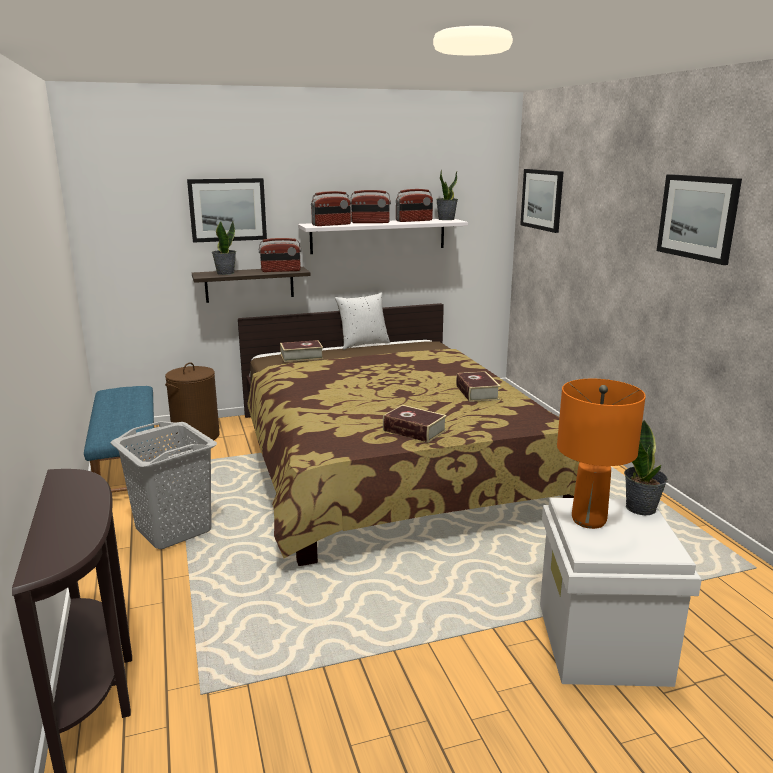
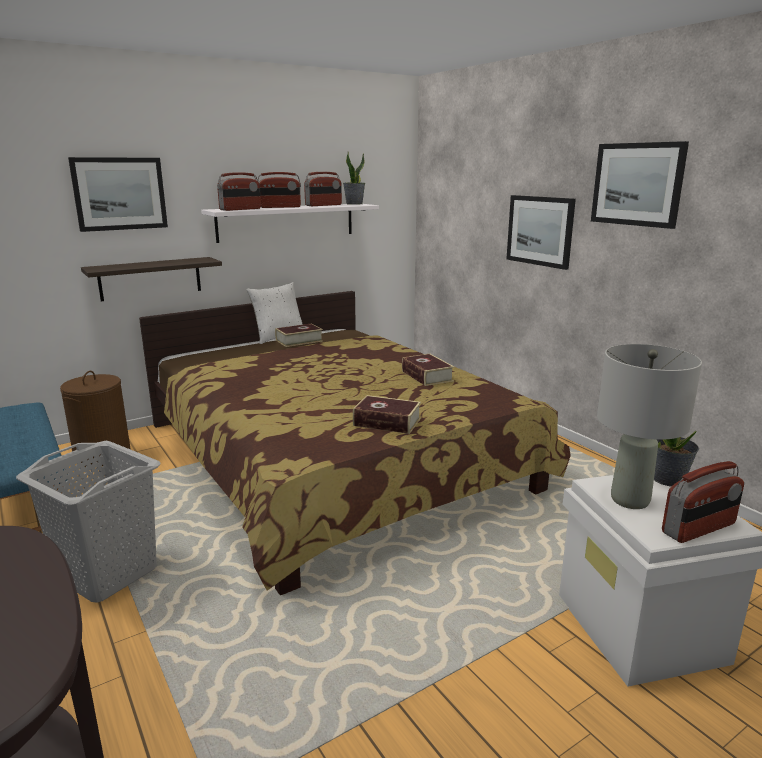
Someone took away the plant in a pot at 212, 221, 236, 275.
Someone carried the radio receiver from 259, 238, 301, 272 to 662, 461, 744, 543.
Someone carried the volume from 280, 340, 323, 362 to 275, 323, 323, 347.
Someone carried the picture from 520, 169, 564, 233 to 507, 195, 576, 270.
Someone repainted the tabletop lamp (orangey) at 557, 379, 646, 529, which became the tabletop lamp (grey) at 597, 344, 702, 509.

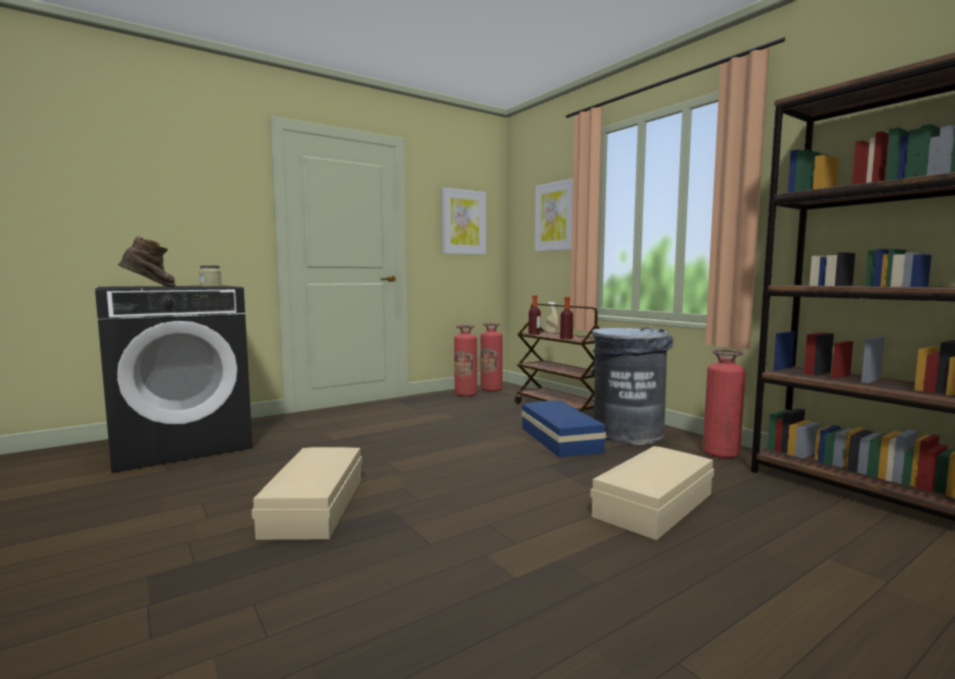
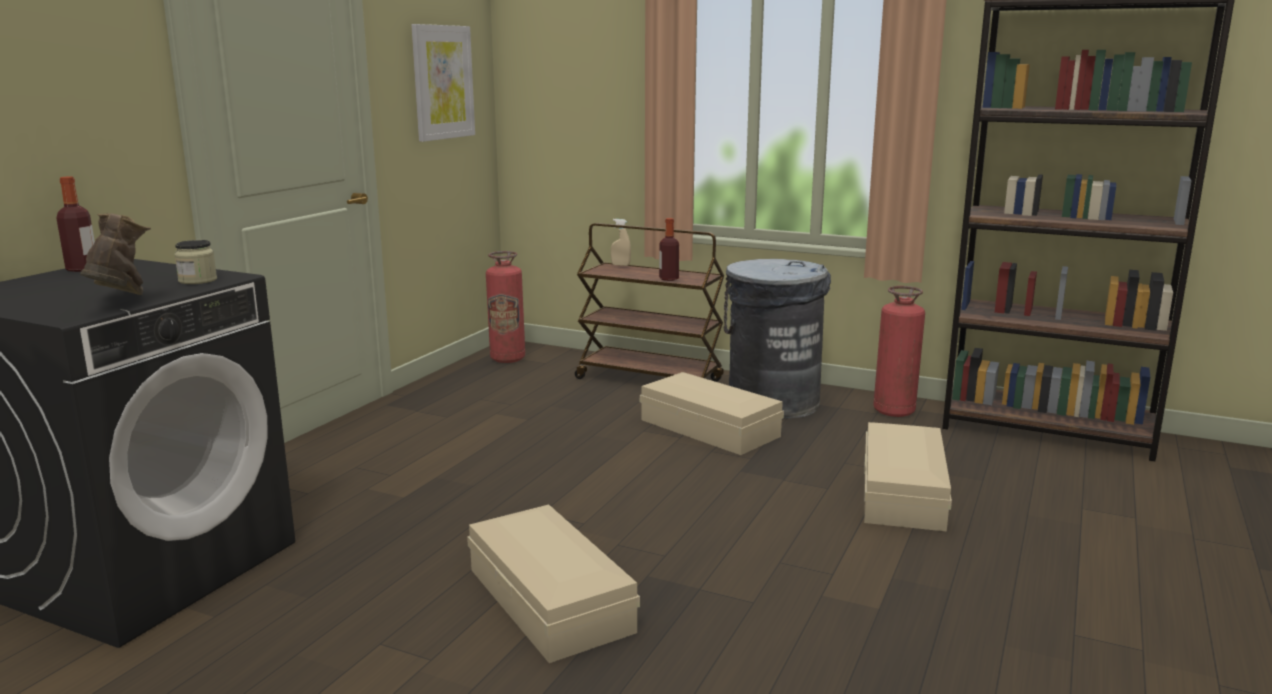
Someone took away the fire extinguisher at 454, 325, 477, 397.
Someone took away the picture at 535, 178, 573, 252.
Someone carried the beverage bottle from 529, 295, 541, 335 to 56, 176, 95, 272.
Someone repainted the storage bin (bluish) at 521, 400, 607, 458, which became the storage bin (beige-coloured) at 640, 372, 784, 455.

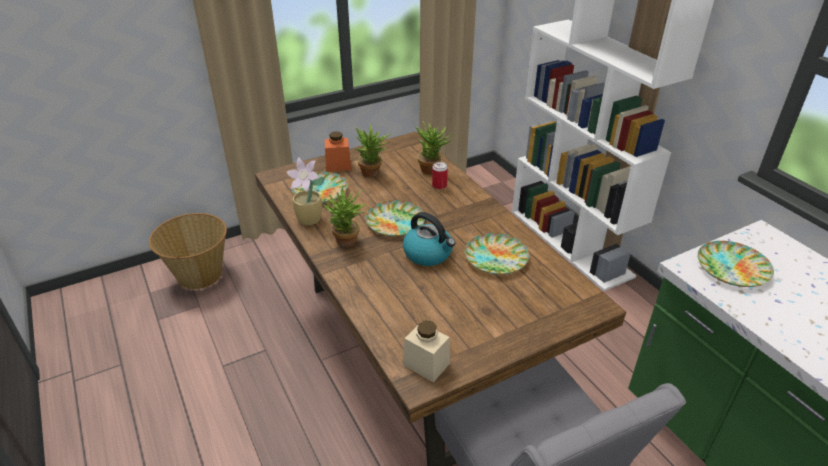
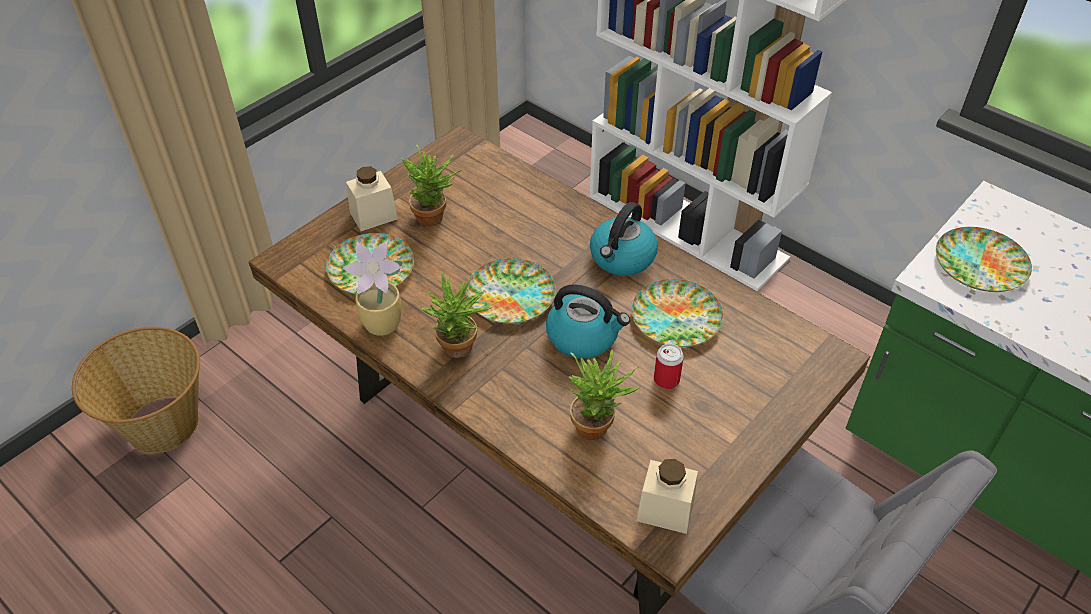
Someone put down the tea kettle at 590, 202, 658, 276.
Someone carried the plant in a pot from 416, 121, 455, 174 to 569, 350, 639, 440.
Someone carried the sealed can from 432, 162, 448, 189 to 654, 344, 684, 389.
Someone repainted the jar (orangey) at 325, 131, 351, 172, which became the jar (beige-coloured) at 346, 166, 398, 231.

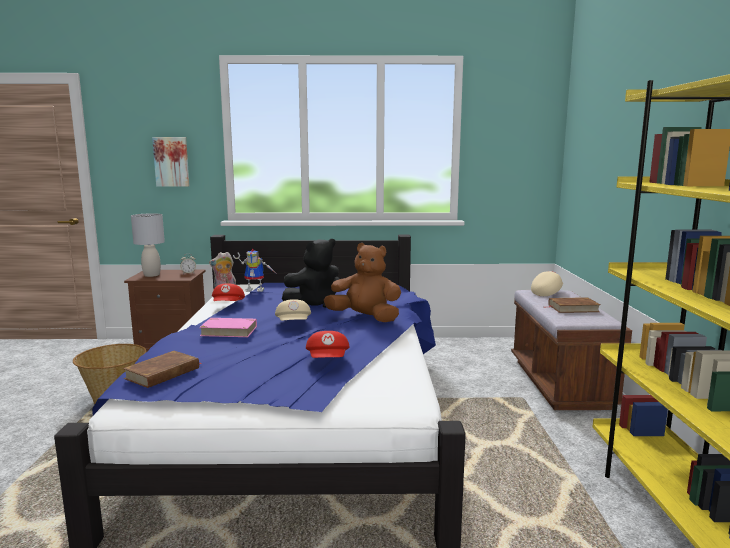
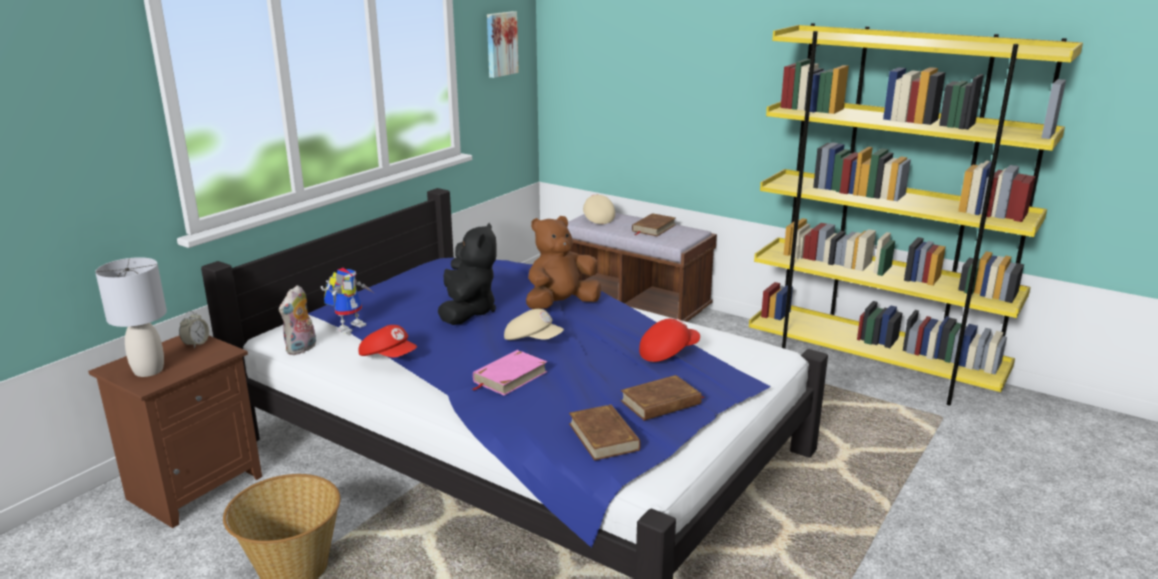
Someone put down the volume (brownish) at 621, 375, 705, 421.
Someone carried the picture from 152, 137, 190, 187 to 487, 11, 519, 78.
Someone rotated the cap (red-coloured) at 306, 331, 350, 358 by 60 degrees counterclockwise.

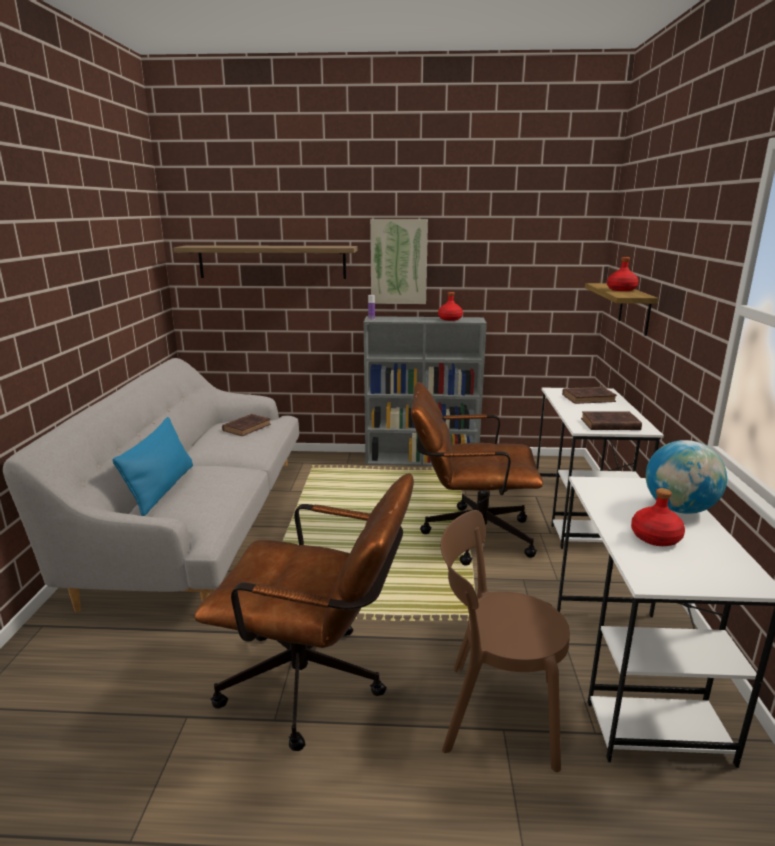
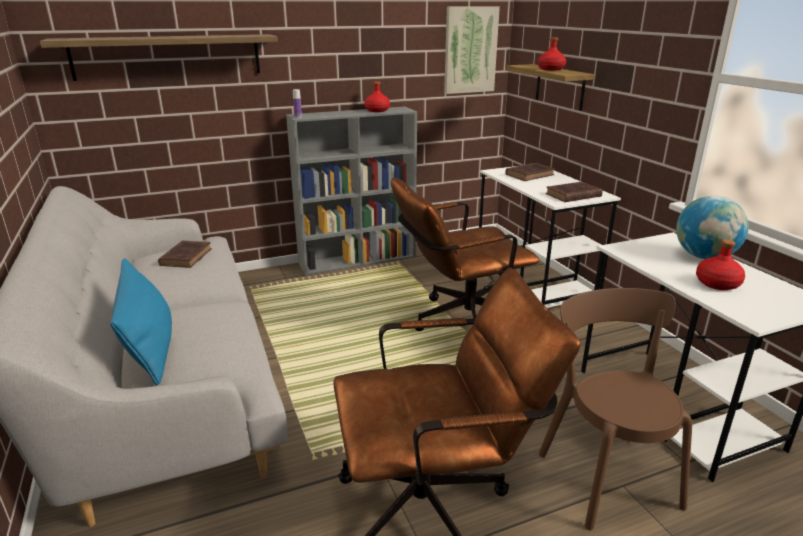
Someone carried the picture from 370, 219, 428, 304 to 444, 6, 500, 94.
Someone rotated the plain chair (brownish) at 441, 510, 570, 772 by 90 degrees clockwise.

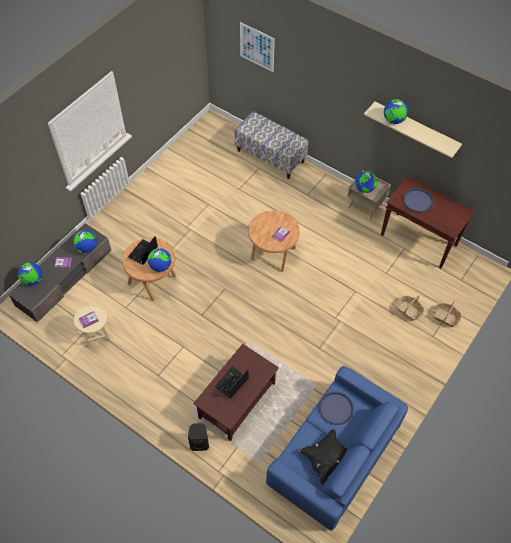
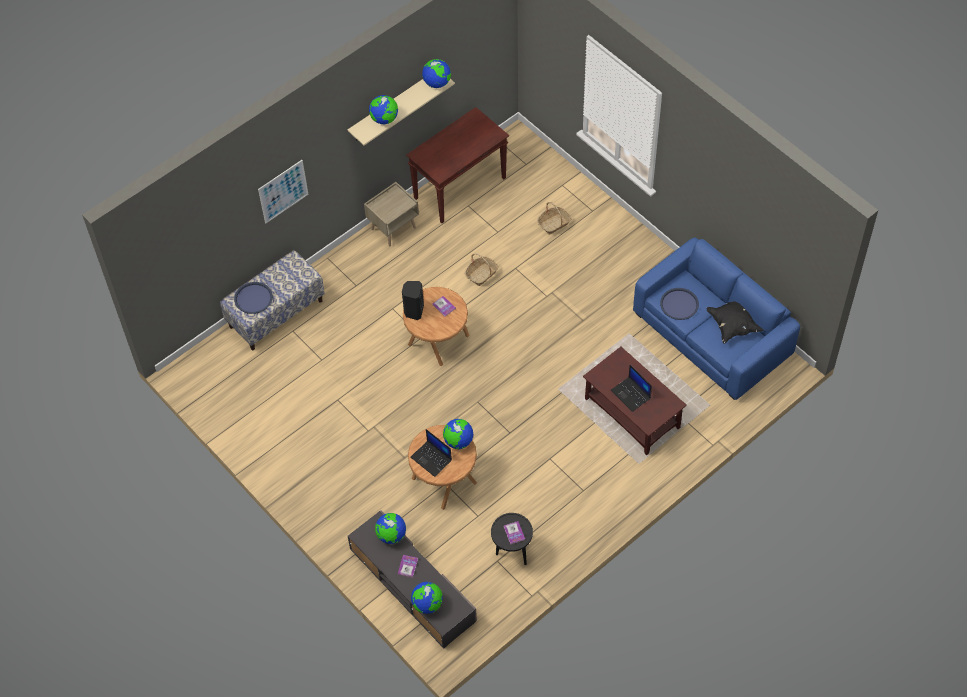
Someone carried the audio speaker (black-coloured) from 188, 423, 209, 451 to 402, 281, 424, 320.
Someone carried the picture from 240, 22, 275, 72 to 258, 160, 309, 223.
Someone carried the desk globe from 355, 171, 377, 193 to 422, 59, 451, 88.
Someone carried the tray (bluish) from 403, 188, 434, 212 to 234, 282, 273, 314.
Someone carried the household basket from 433, 301, 462, 327 to 465, 253, 499, 286.
Someone repainted the side table (beige-coloured) at 74, 304, 110, 347, which became the side table (black-coloured) at 491, 513, 533, 565.

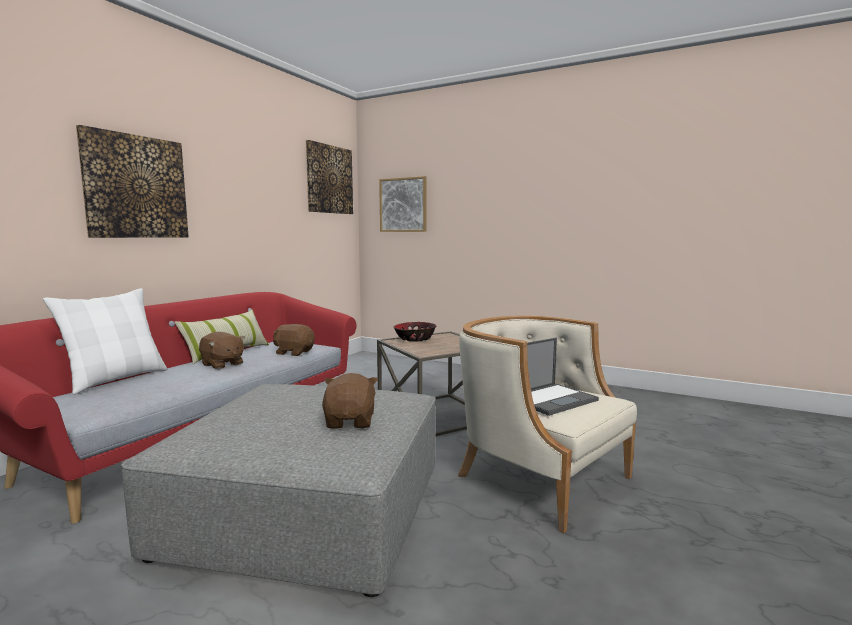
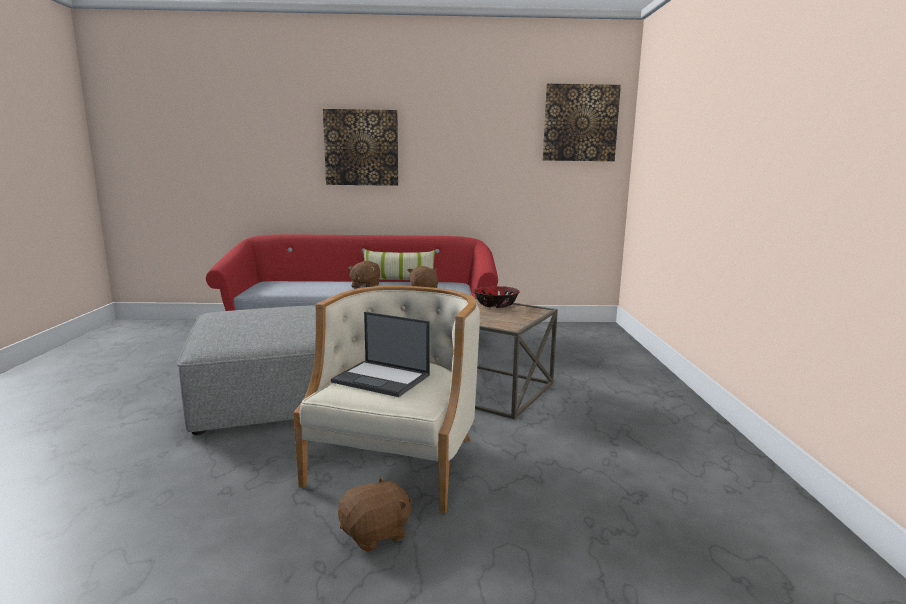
Someone took away the cushion (white-coloured) at 43, 288, 167, 394.
Someone took away the picture at 379, 176, 427, 232.
Someone carried the plush toy (brownish) from 322, 373, 378, 429 to 338, 476, 412, 552.

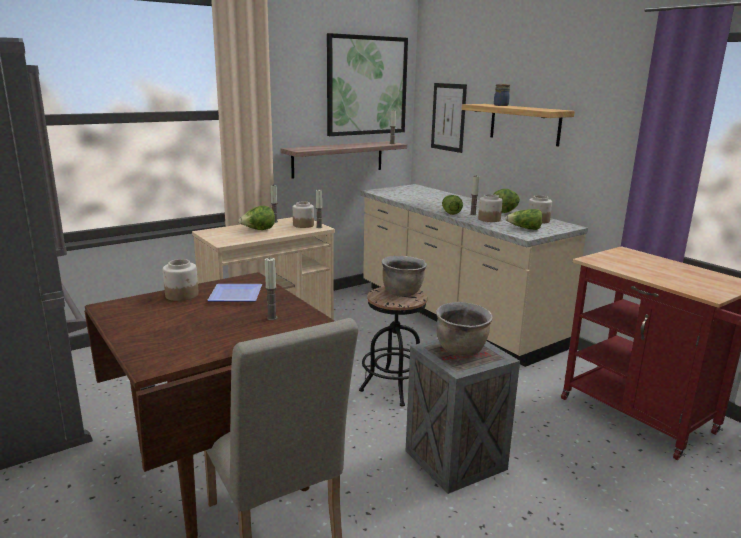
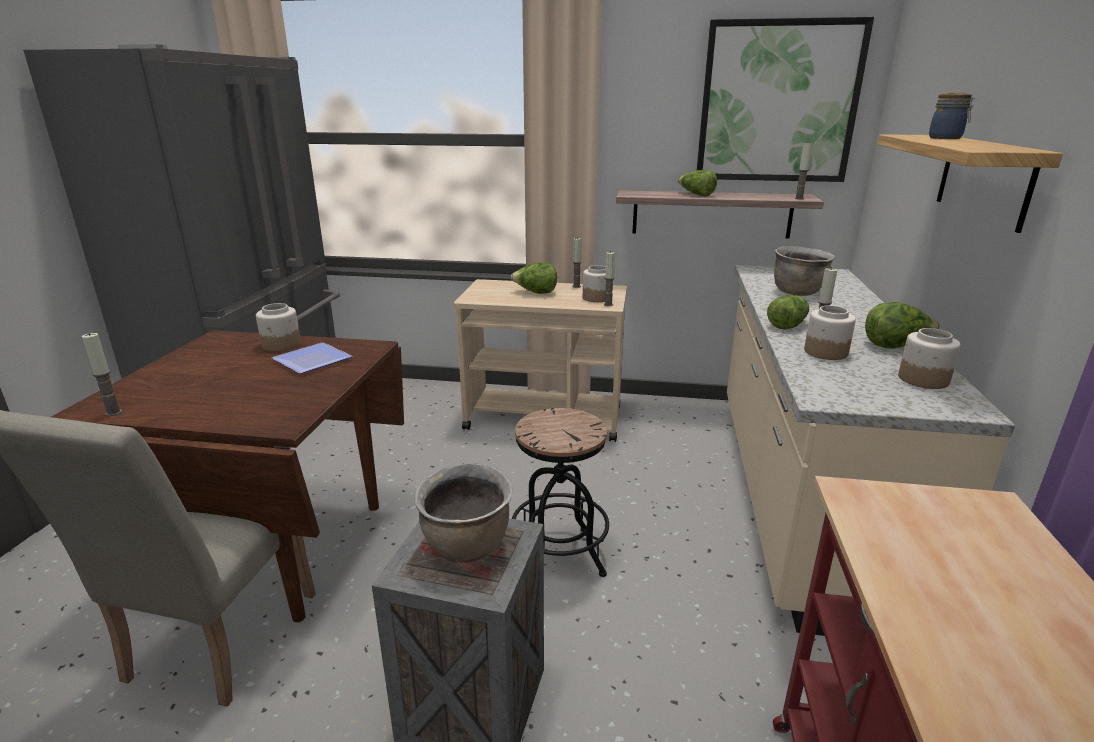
Someone took away the picture at 431, 83, 467, 153.
Someone carried the wax candle from 265, 257, 278, 320 to 81, 333, 122, 416.
Someone carried the stockpot (brownish) from 382, 256, 427, 297 to 774, 246, 835, 296.
Someone carried the head of lettuce from 505, 209, 542, 230 to 678, 170, 717, 196.

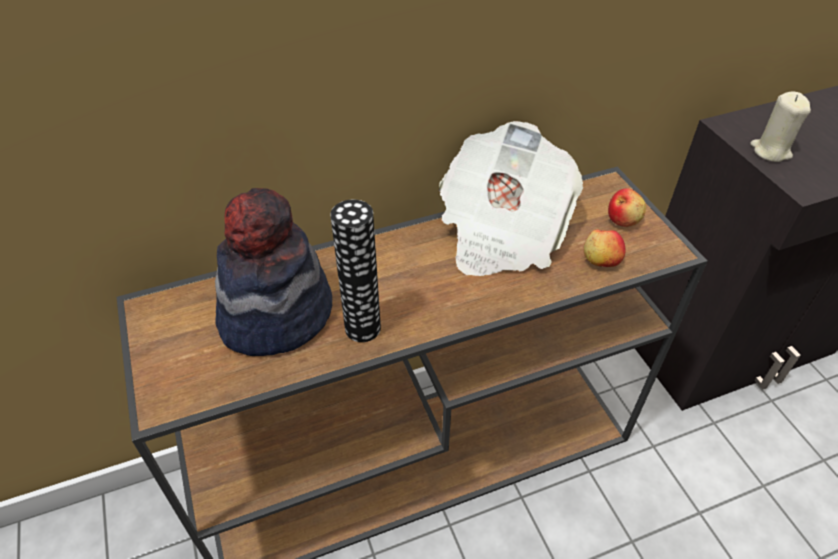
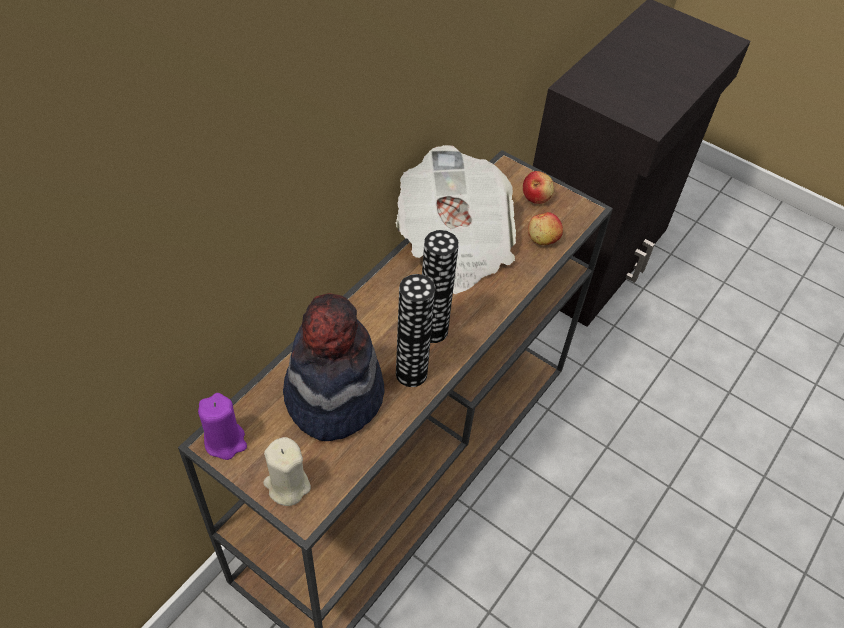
Someone put down the wax candle (purplish) at 198, 393, 247, 460.
Someone put down the vase at 422, 230, 459, 343.
Someone carried the wax candle (beige-coloured) from 750, 91, 811, 162 to 263, 437, 311, 506.

